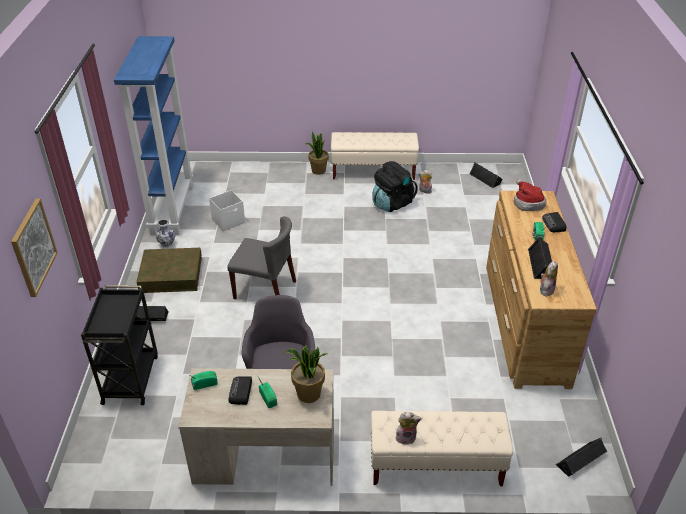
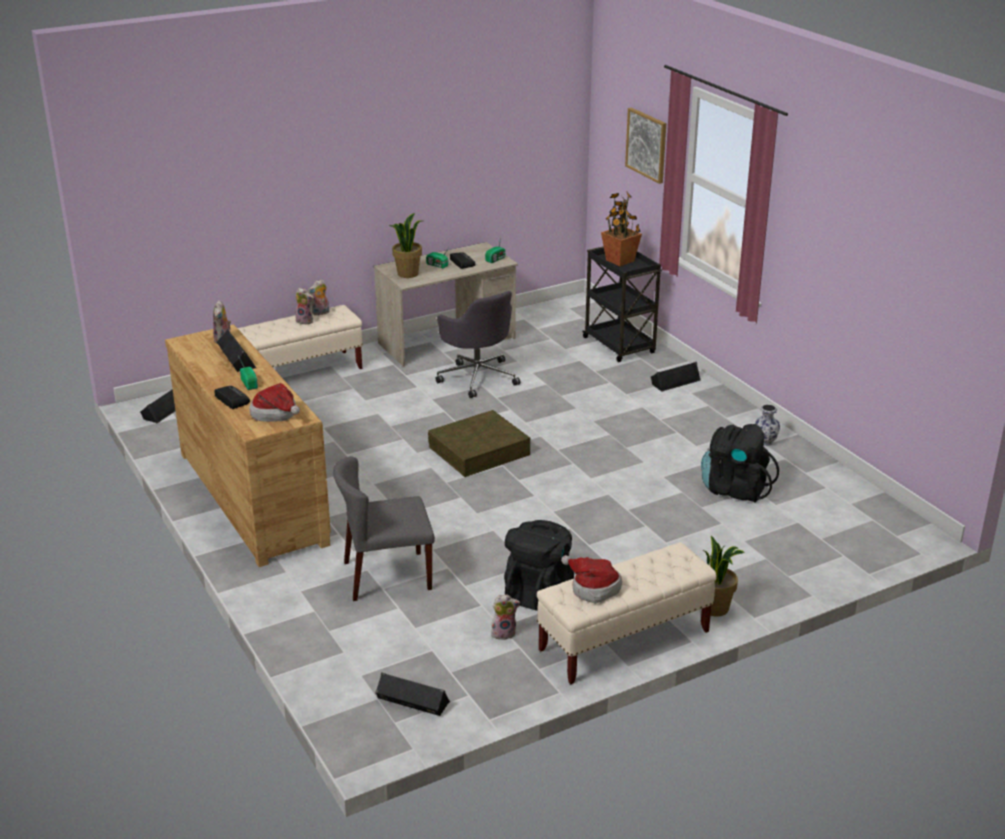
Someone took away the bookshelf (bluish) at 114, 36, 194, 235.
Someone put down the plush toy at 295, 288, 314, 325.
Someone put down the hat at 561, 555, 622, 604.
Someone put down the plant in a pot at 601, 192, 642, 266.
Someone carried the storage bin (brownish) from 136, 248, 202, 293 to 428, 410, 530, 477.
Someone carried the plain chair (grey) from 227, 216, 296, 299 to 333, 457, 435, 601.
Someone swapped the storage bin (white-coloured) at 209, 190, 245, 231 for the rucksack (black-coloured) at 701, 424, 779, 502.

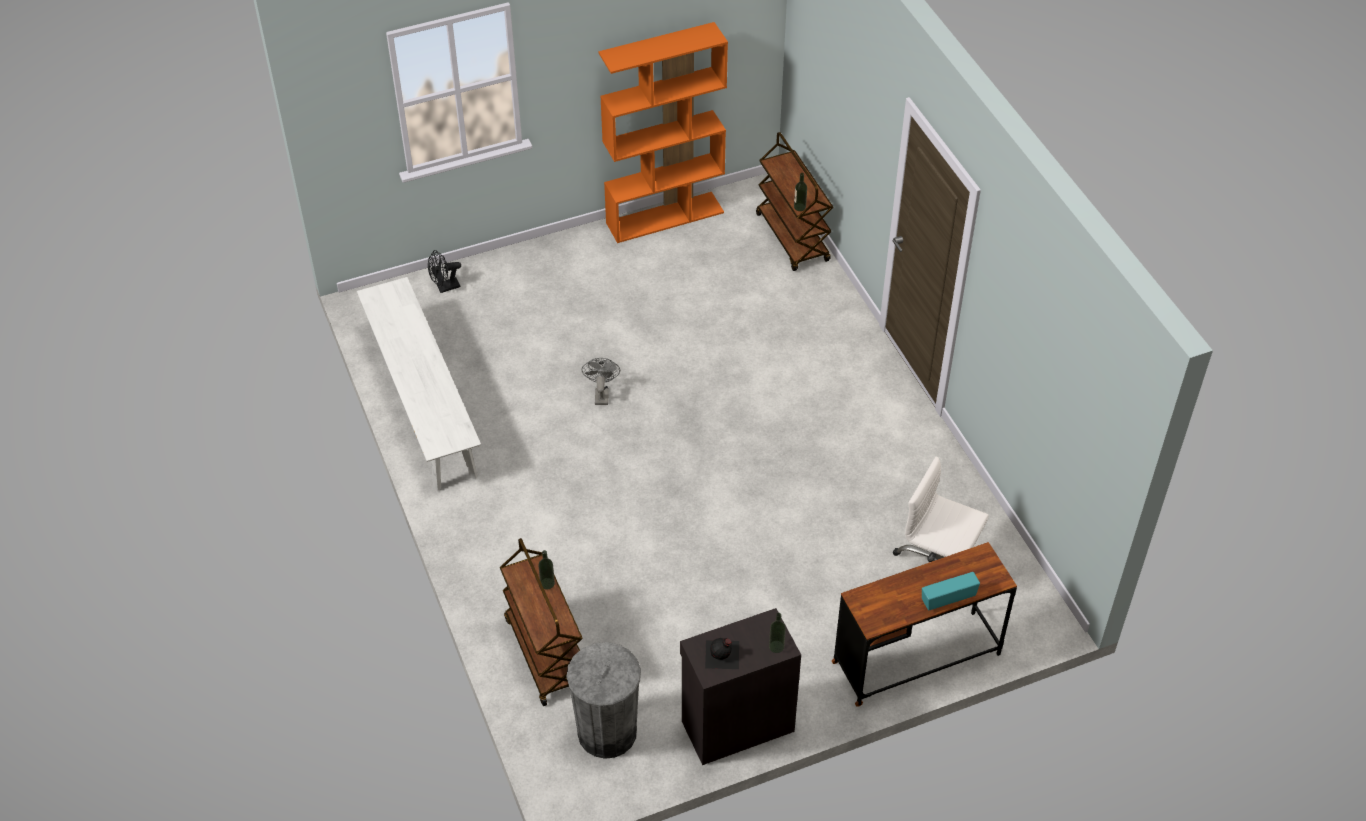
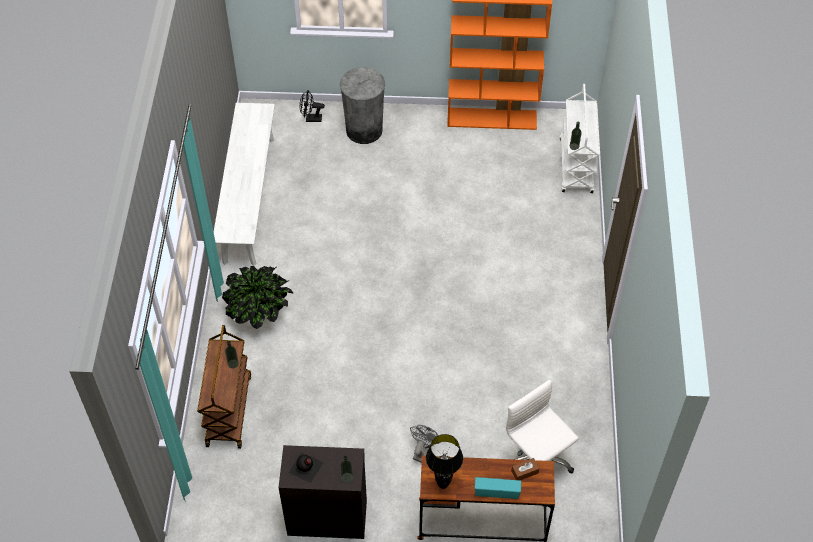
Someone put down the plant in a pot at 222, 266, 294, 329.
Someone put down the tabletop lamp (black-coloured) at 426, 434, 463, 489.
Someone put down the tissue holder (brownish) at 511, 458, 540, 480.
Someone carried the rubbish bin (grey) from 566, 642, 641, 759 to 340, 67, 385, 144.
Someone carried the cooling fan (grey) from 582, 358, 620, 405 to 410, 425, 440, 463.
Someone repainted the wheeled cart (brownish) at 756, 132, 833, 271, which became the wheeled cart (white-coloured) at 560, 84, 600, 193.

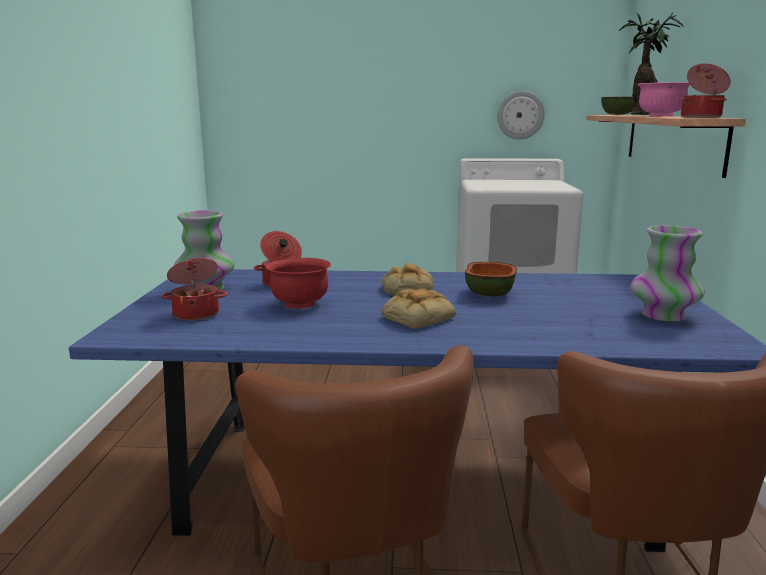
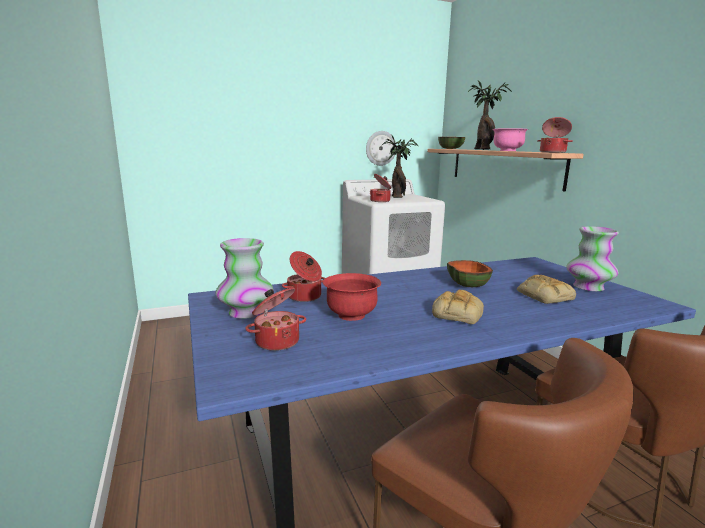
Someone put down the stockpot at 370, 174, 391, 202.
Someone put down the plant in a pot at 382, 134, 419, 198.
Someone carried the bakery bread from 382, 263, 434, 294 to 517, 275, 576, 304.

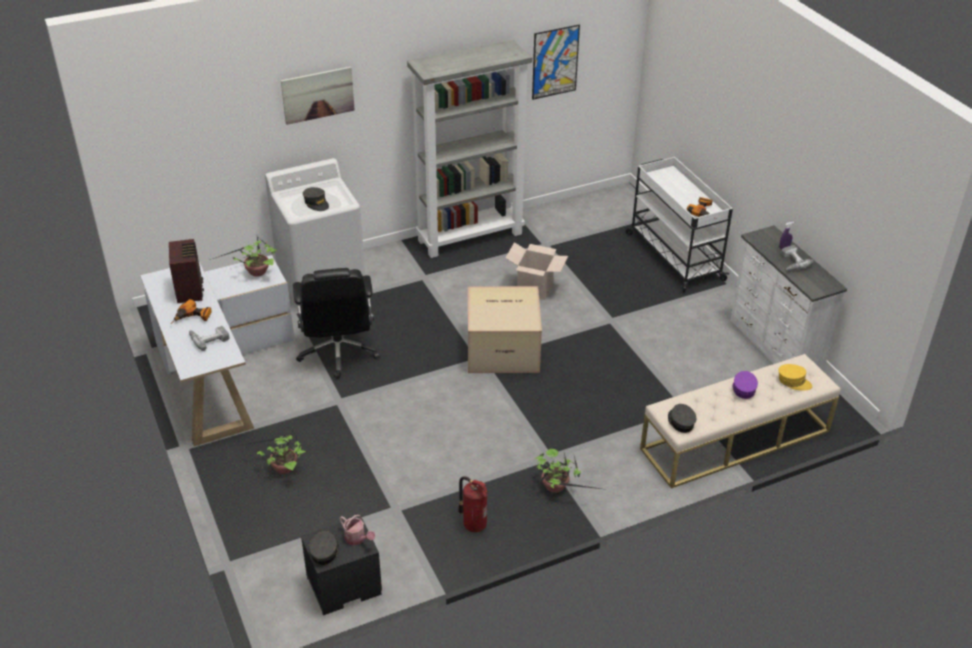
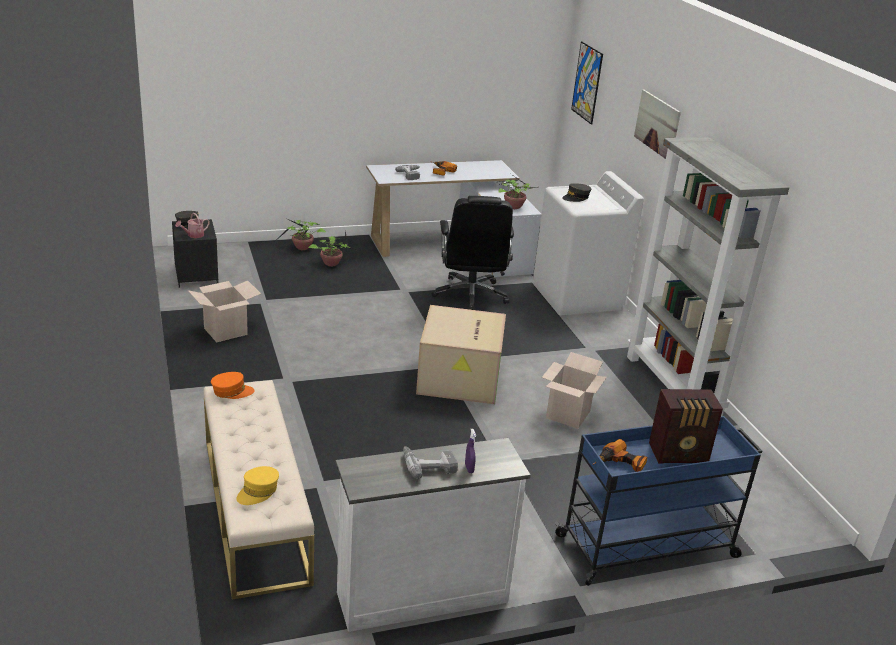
Someone took away the cap (purplish) at 733, 371, 758, 399.
Someone carried the radio receiver from 169, 239, 204, 303 to 649, 389, 723, 463.
Someone carried the picture from 532, 25, 580, 100 to 571, 41, 603, 125.
Someone carried the plant in a pot from 534, 449, 608, 493 to 273, 220, 326, 250.
Someone swapped the fire extinguisher at 458, 476, 487, 532 for the carton at 188, 281, 261, 343.
Someone repainted the wheeled cart (white-coloured) at 626, 157, 733, 293, which became the wheeled cart (bluish) at 555, 416, 762, 586.
Someone repainted the cap (grey) at 668, 404, 696, 433, which became the cap (orangey) at 211, 372, 254, 399.
Someone rotated the office chair (black-coloured) at 293, 268, 380, 379 by 90 degrees counterclockwise.

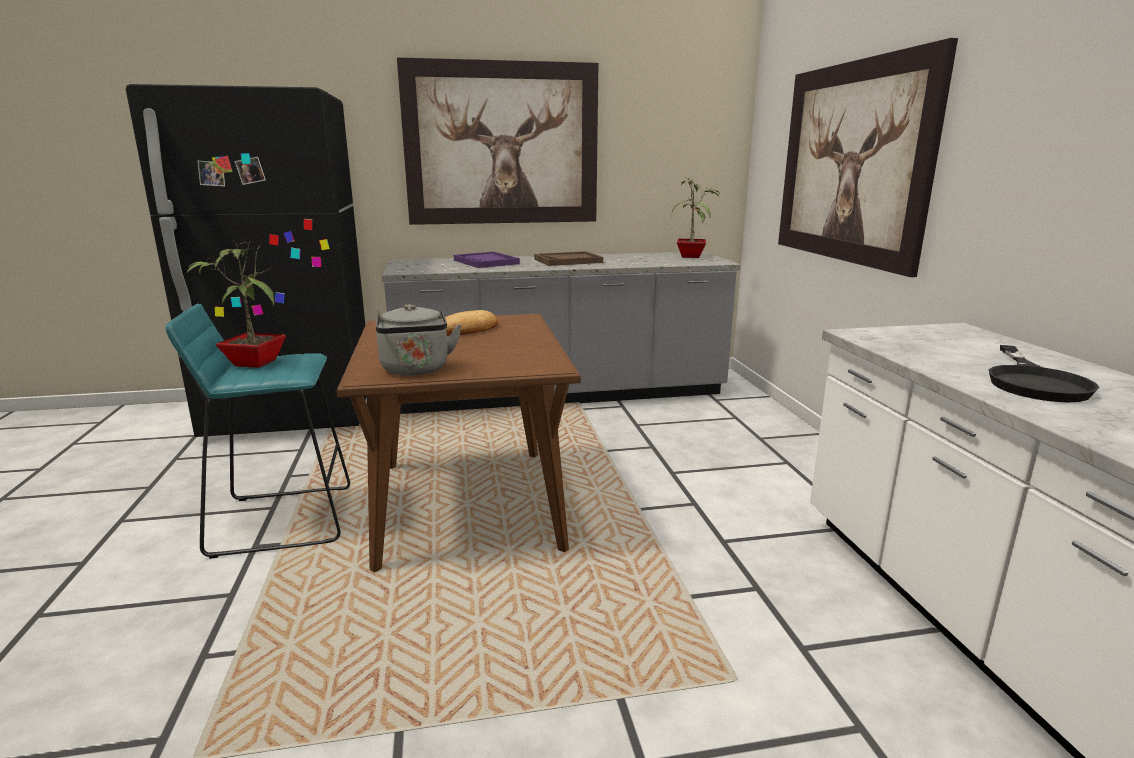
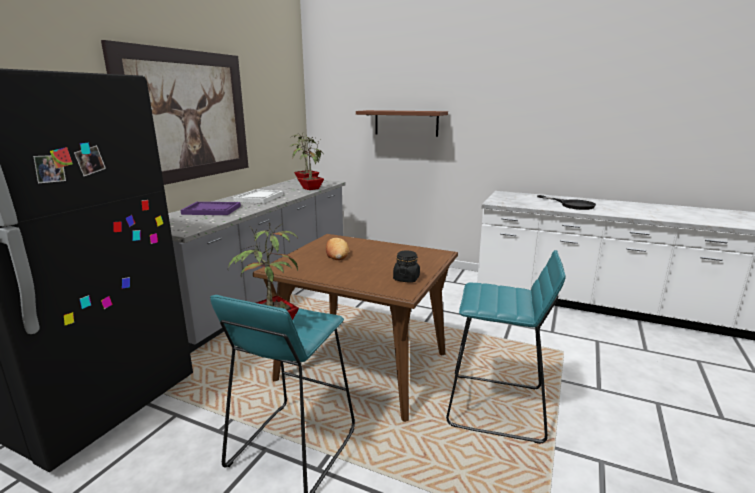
Someone put down the plant in a pot at 291, 136, 324, 190.
Someone put down the stool (blue-green) at 446, 250, 566, 444.
Someone swapped the tea kettle (grey) at 376, 304, 462, 376 for the jar (black-coloured) at 393, 251, 420, 283.
Someone swapped the picture at 778, 38, 958, 277 for the wall shelf (brownish) at 356, 110, 448, 137.
Someone repainted the tray (brownish) at 534, 251, 603, 266, which became the tray (white-coloured) at 233, 189, 283, 204.

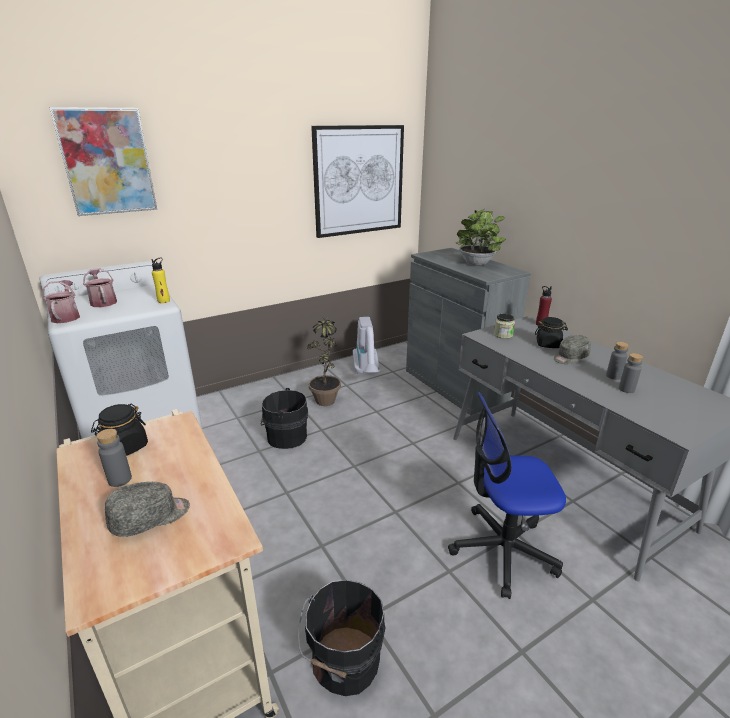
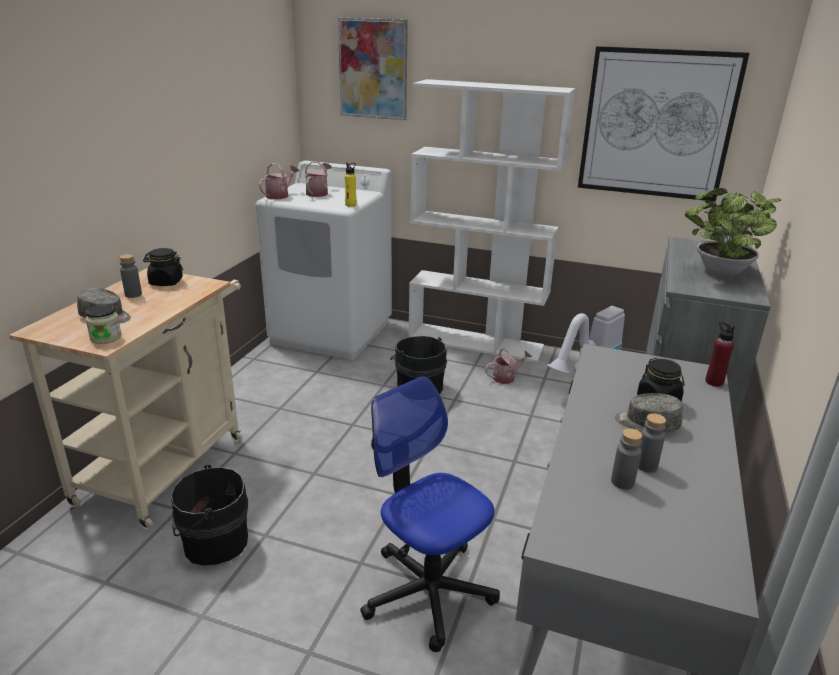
Someone put down the bookshelf (white-coloured) at 409, 79, 575, 363.
Someone carried the jar from 494, 313, 515, 339 to 85, 305, 122, 344.
Someone swapped the plant in a pot at 307, 316, 341, 406 for the sprinkling can at 485, 348, 532, 384.

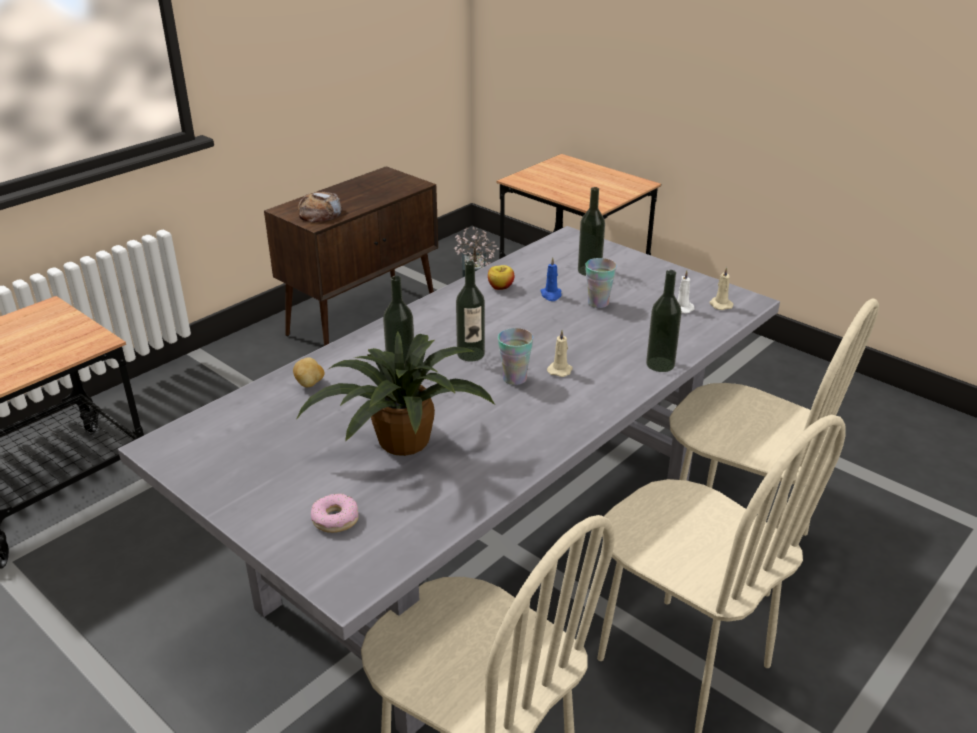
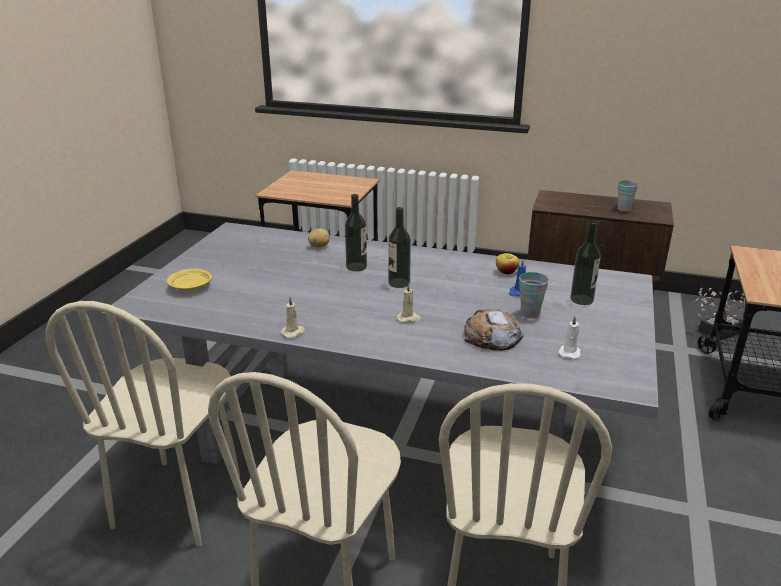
Someone took away the plant in a pot at 296, 332, 495, 456.
Someone took away the beverage bottle at 646, 270, 682, 372.
Someone carried the bakery bread from 298, 192, 342, 223 to 464, 309, 523, 351.
Someone carried the drinking cup from 498, 328, 534, 385 to 617, 180, 638, 211.
Someone carried the wax candle (beige-coloured) from 709, 267, 733, 310 to 281, 297, 305, 338.
Someone swapped the donut at 311, 494, 359, 533 for the flat dish (yellowish) at 167, 268, 212, 291.

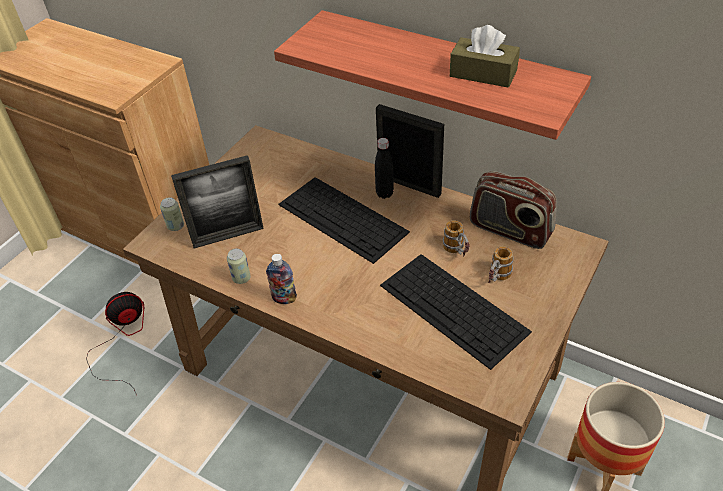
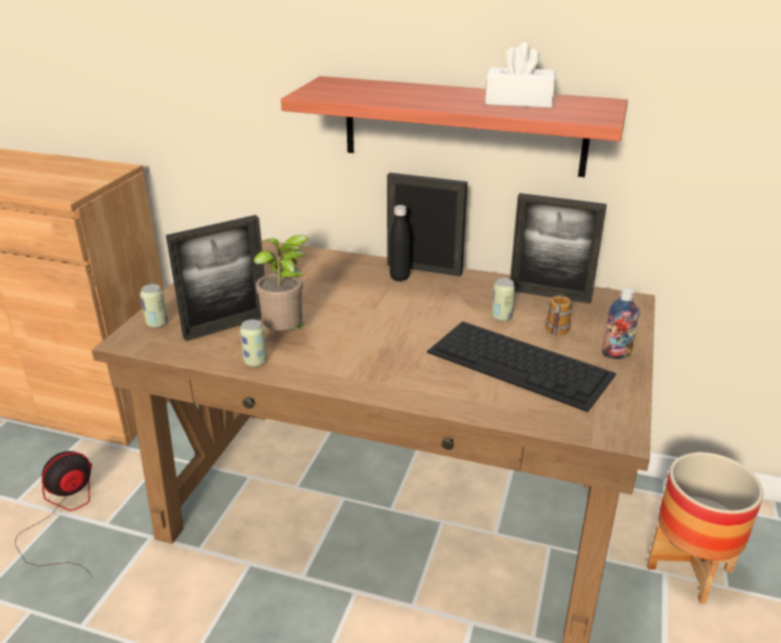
Someone took away the keyboard at 279, 177, 410, 264.
Someone put down the plant in a pot at 254, 235, 311, 331.
Someone carried the beverage bottle from 266, 254, 297, 304 to 602, 288, 640, 359.
Someone swapped the tea mug at 443, 220, 470, 257 for the sealed can at 491, 278, 515, 321.
Someone swapped the radio receiver at 470, 171, 557, 249 for the picture frame at 510, 193, 607, 304.
Someone repainted the tissue holder (brownish) at 450, 25, 520, 87, which became the tissue holder (white-coloured) at 485, 42, 555, 108.

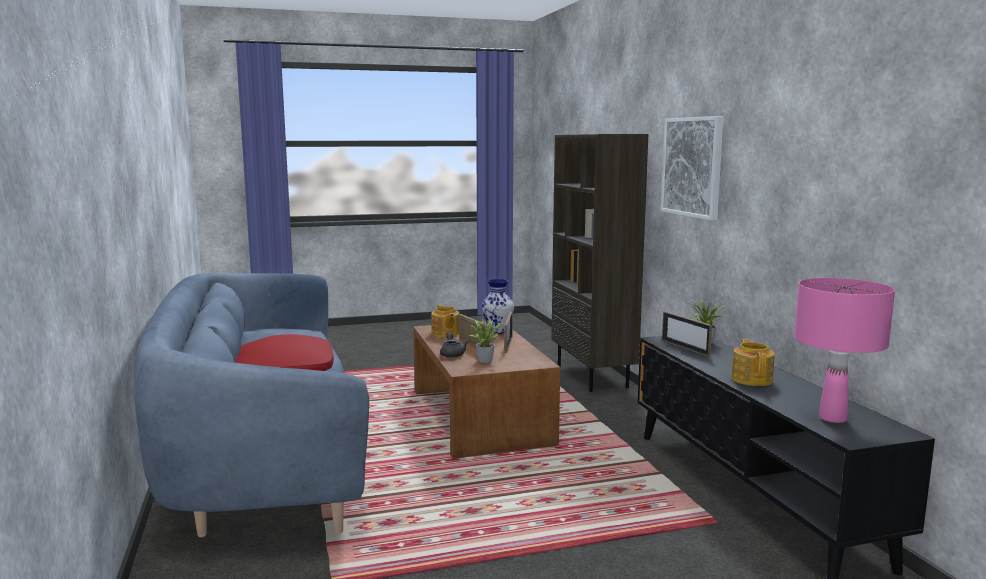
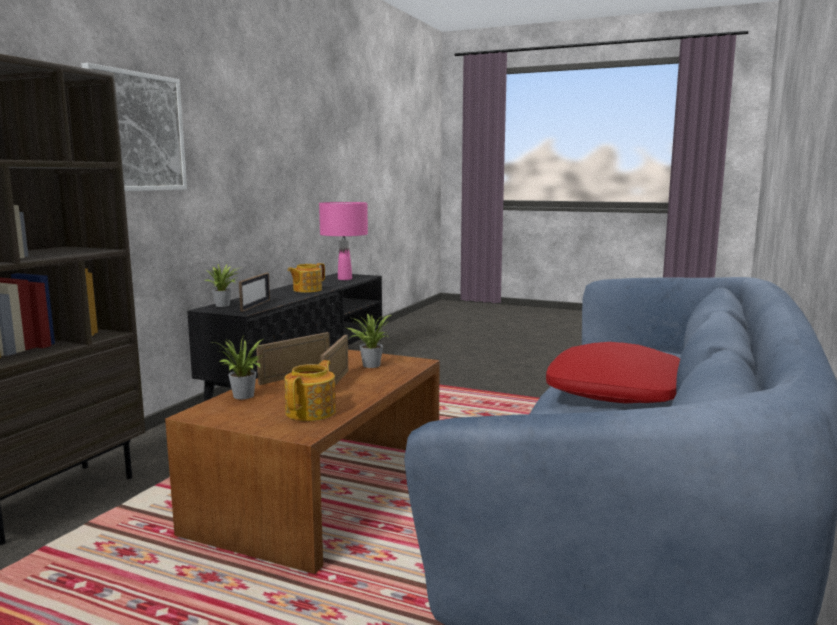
Someone took away the tea pot (grey) at 440, 331, 469, 358.
Someone swapped the vase at 482, 279, 514, 334 for the plant in a pot at 213, 336, 263, 399.

